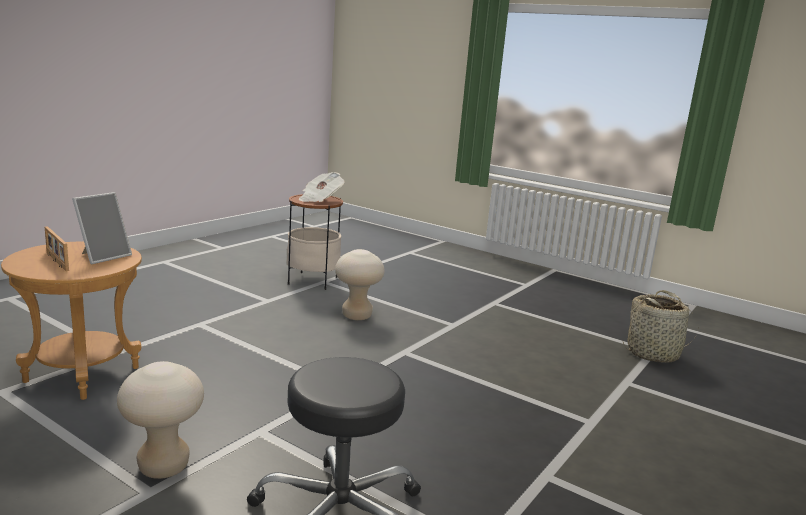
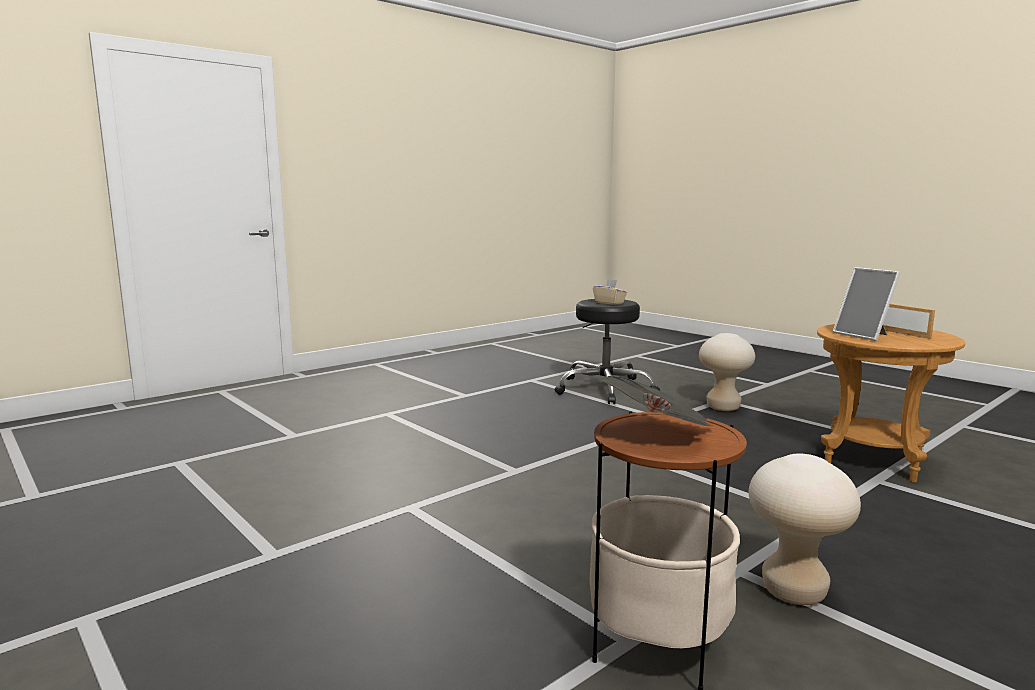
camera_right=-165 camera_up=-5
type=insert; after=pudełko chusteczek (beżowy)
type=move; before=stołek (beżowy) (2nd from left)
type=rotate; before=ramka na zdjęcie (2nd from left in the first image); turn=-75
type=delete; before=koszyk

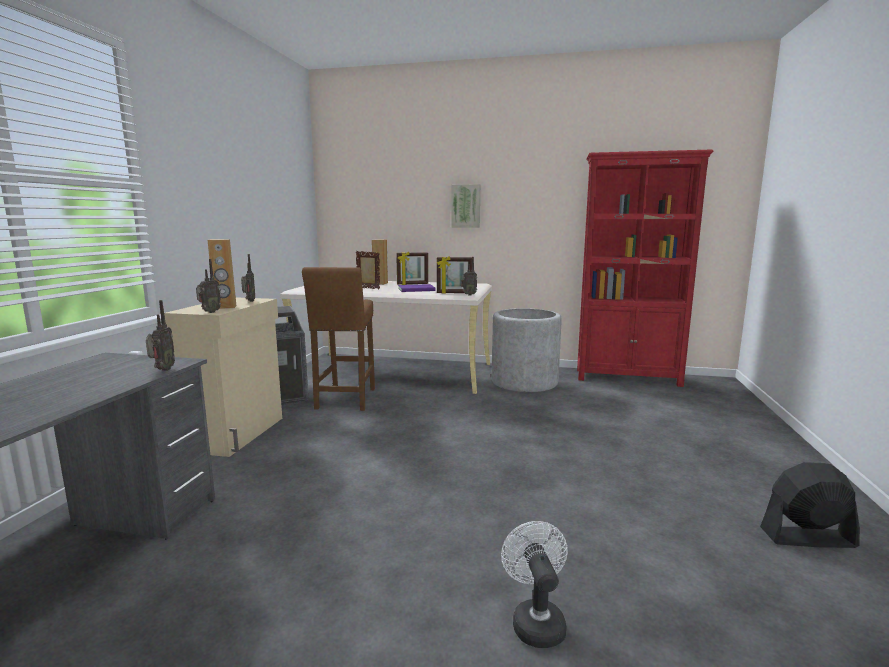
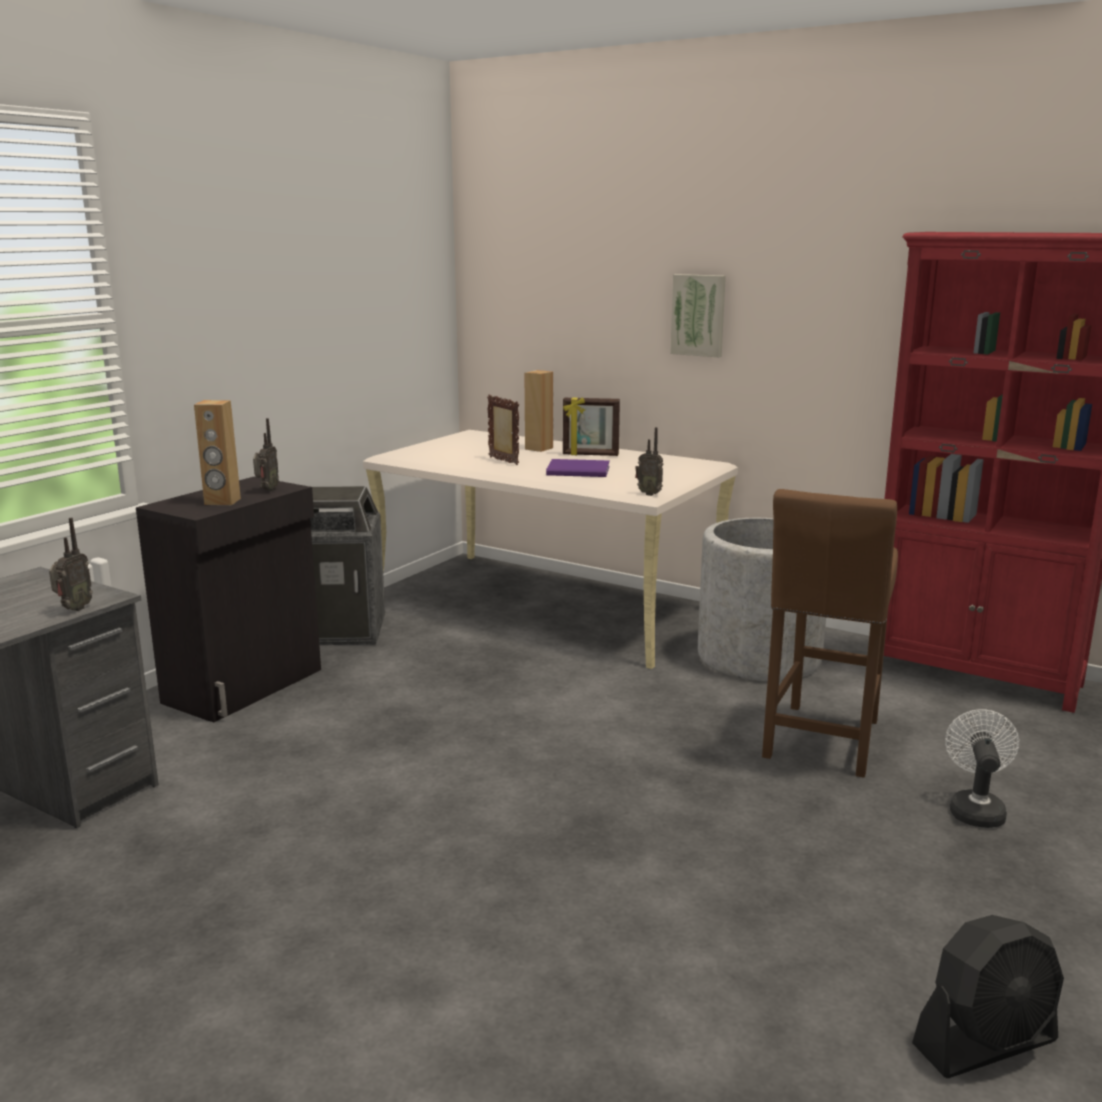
camera_right=20 camera_up=5
type=recolor; before=szafka (beżowy); after=szafka (czarny)
type=move; before=stołek (brązowy)
type=rotate; before=wentylator (czarny); turn=135
type=move; before=wentylator (biały)
type=delete; before=radio (2nd from left)
type=delete; before=ramka na zdjęcie (3rd from left)

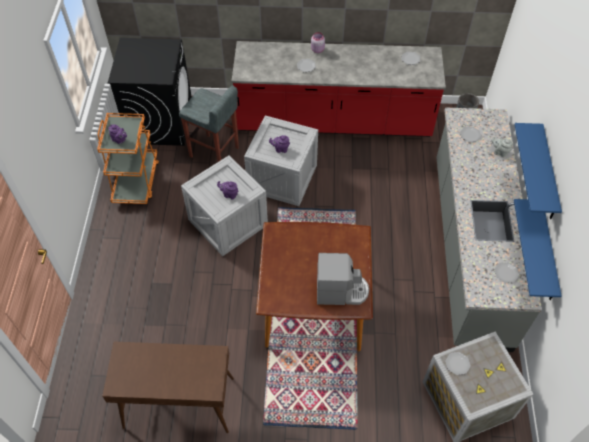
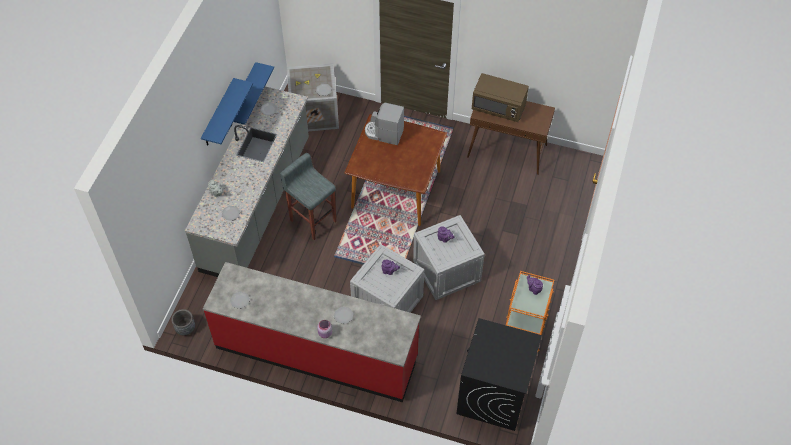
camera_right=-165 camera_up=0
type=move; before=stołek (szary)
type=insert; after=mikrofalówka (brązowy)

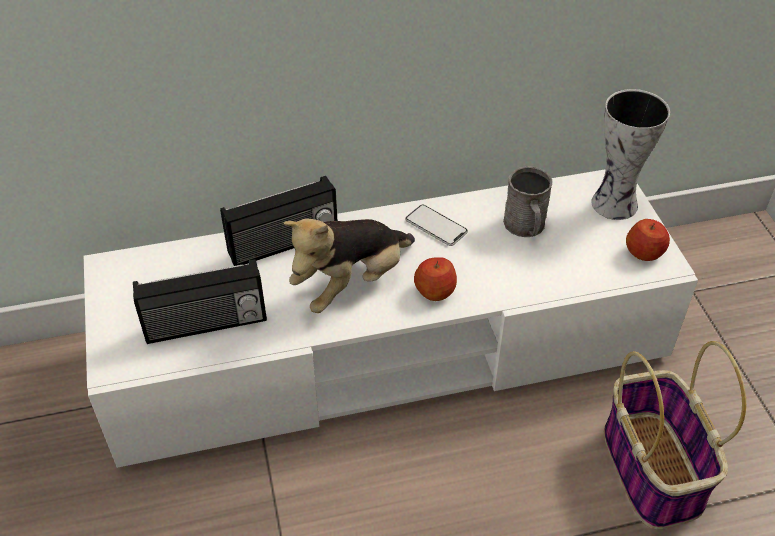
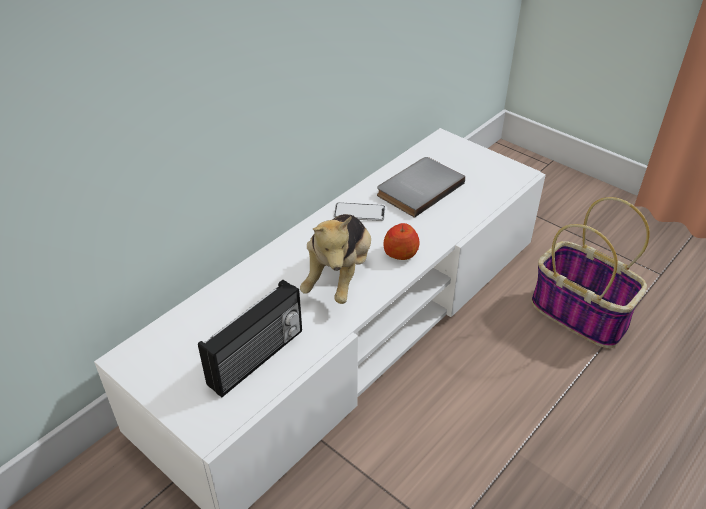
camera_right=-35 camera_up=-5
type=replace; before=kubek (szary); after=książka (szary)
type=delete; before=radio (2nd from left)
type=delete; before=wazon
type=delete; before=jabłko (2nd from left)

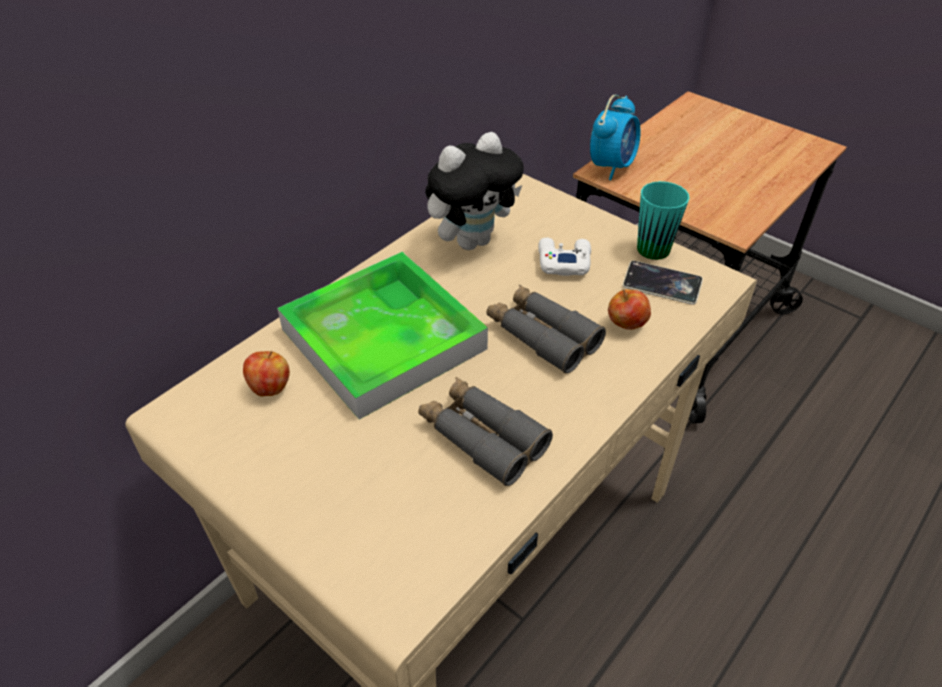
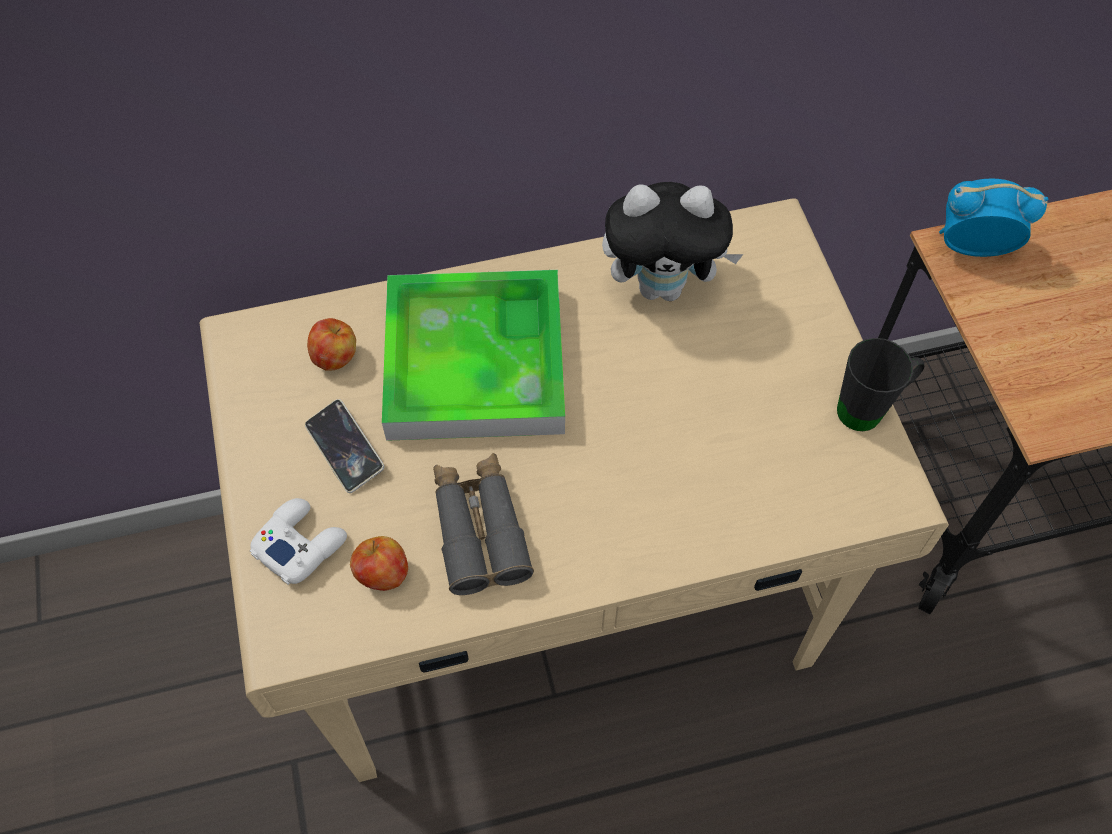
camera_right=35 camera_up=15
type=move; before=pad do gier (biały)
type=move; before=telefon
type=move; before=jabłko (2nd from left)
type=recolor; before=kubek (turkusowy); after=kubek (czarny)
type=rotate; before=budzik; turn=-150
type=delete; before=lornetka (szary) (2nd from left)

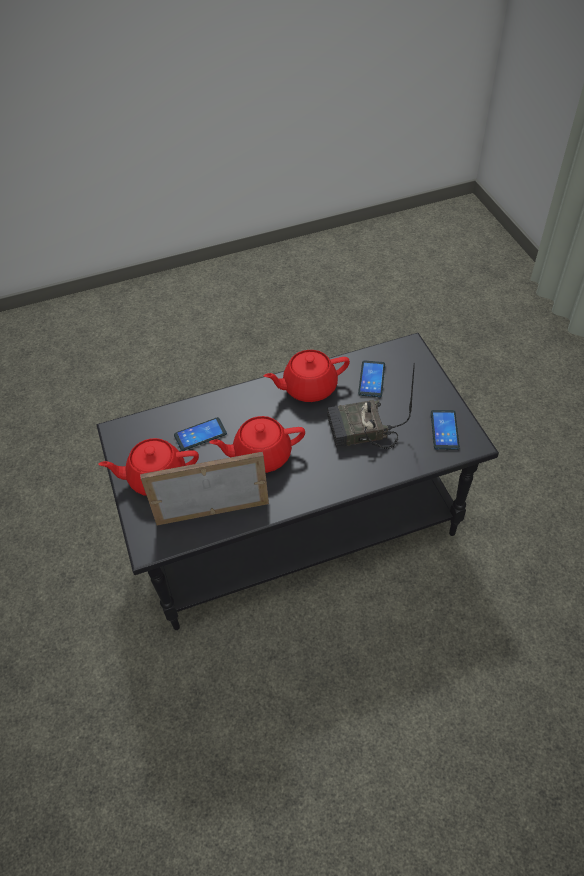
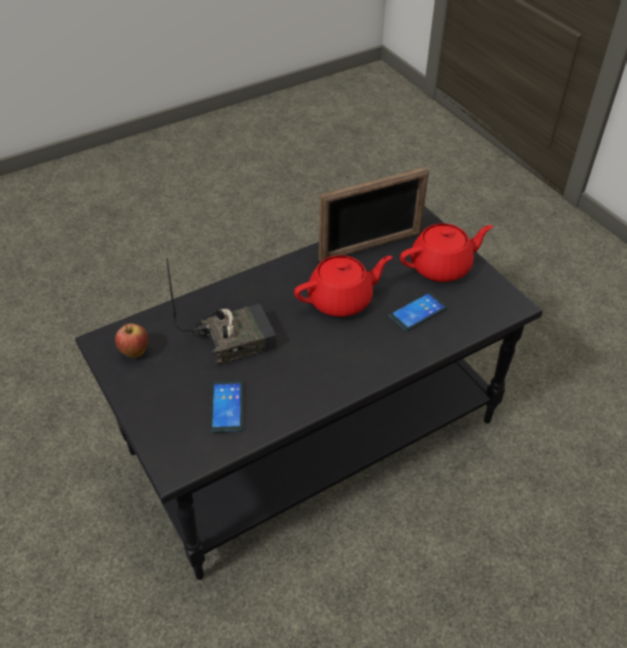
camera_right=165 camera_up=-5
type=replace; before=telefon (3rd from left); after=jabłko
type=delete; before=imbryk (czerwony) (3rd from left)

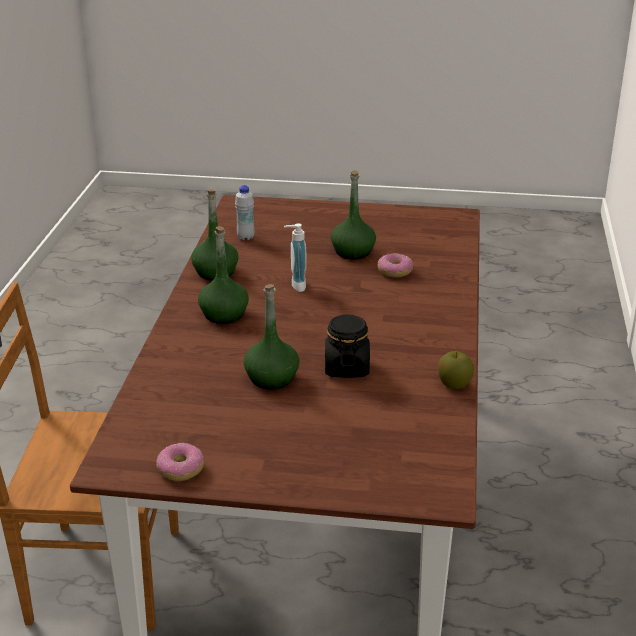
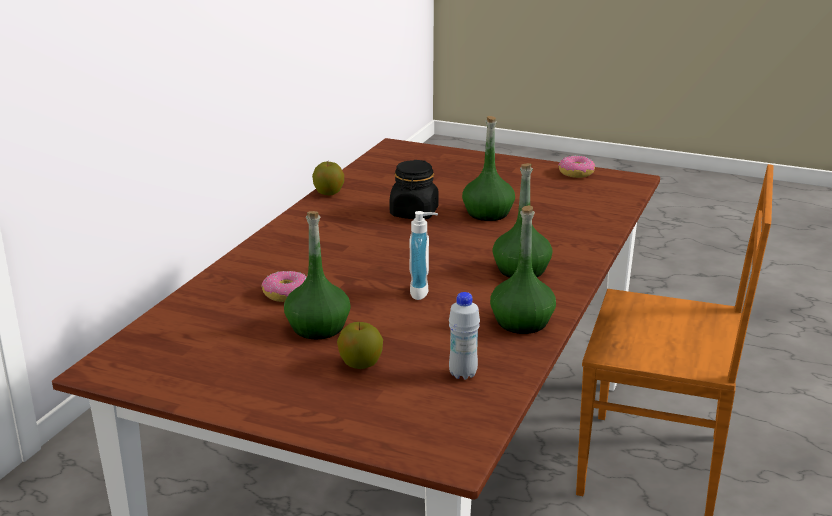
camera_right=-165 camera_up=-5
type=insert; after=jabłko (2nd from left)

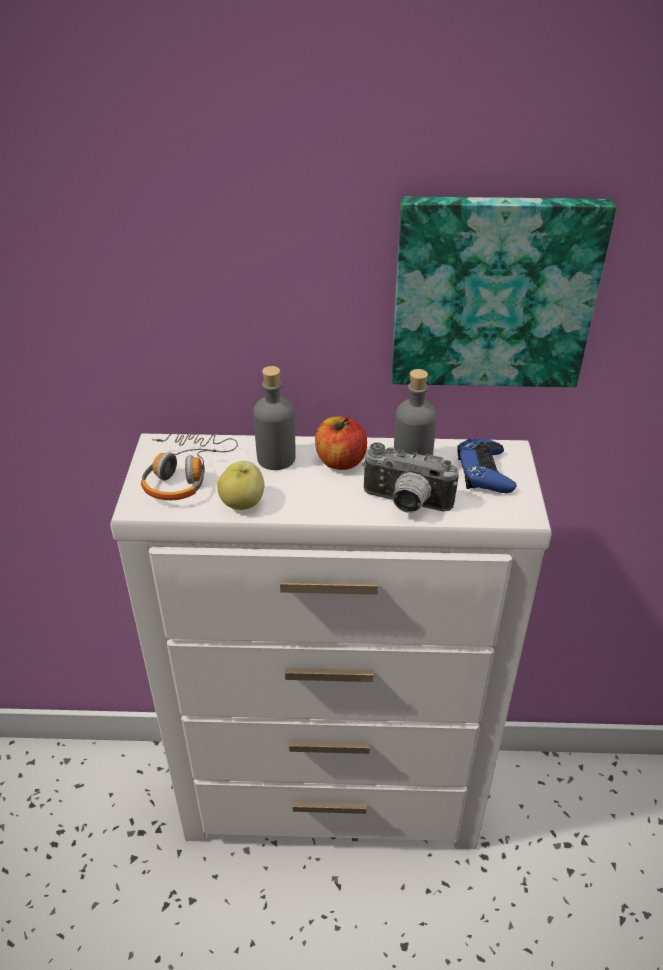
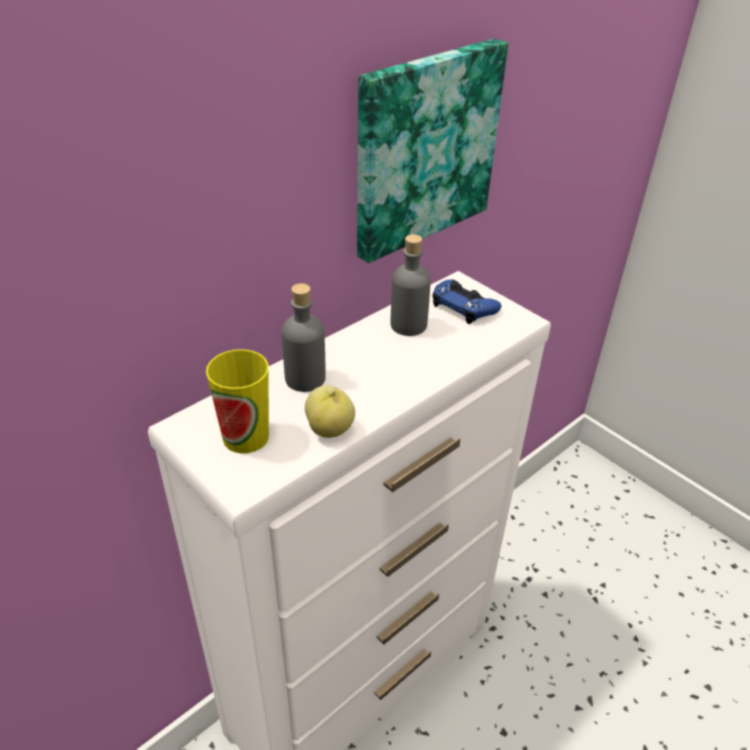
camera_right=-45 camera_up=0
type=replace; before=słuchawki; after=filiżanka
type=delete; before=jabłko (2nd from left)
type=delete; before=aparat fotograficzny

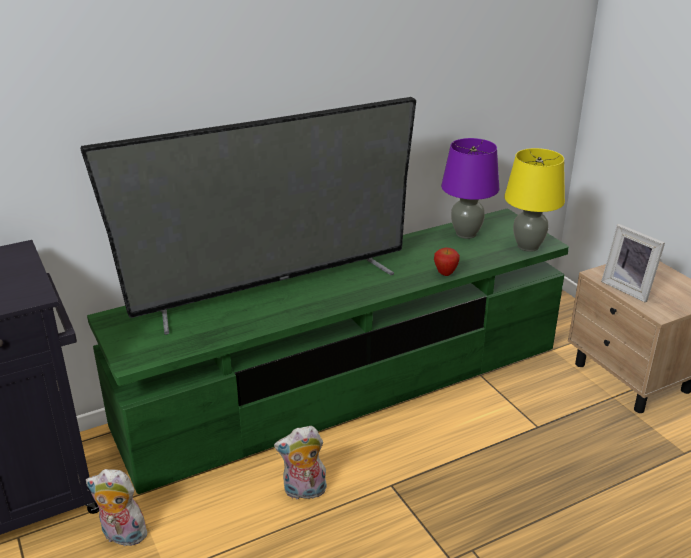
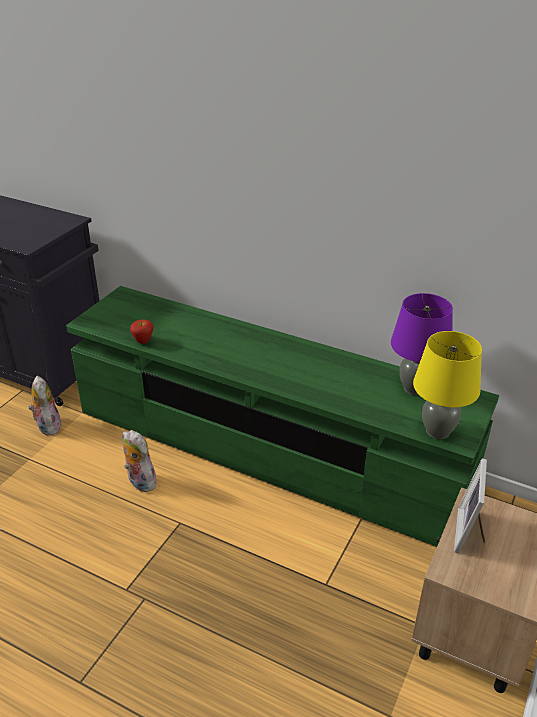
camera_right=55 camera_up=5
type=move; before=jabłko
type=delete; before=telewizor

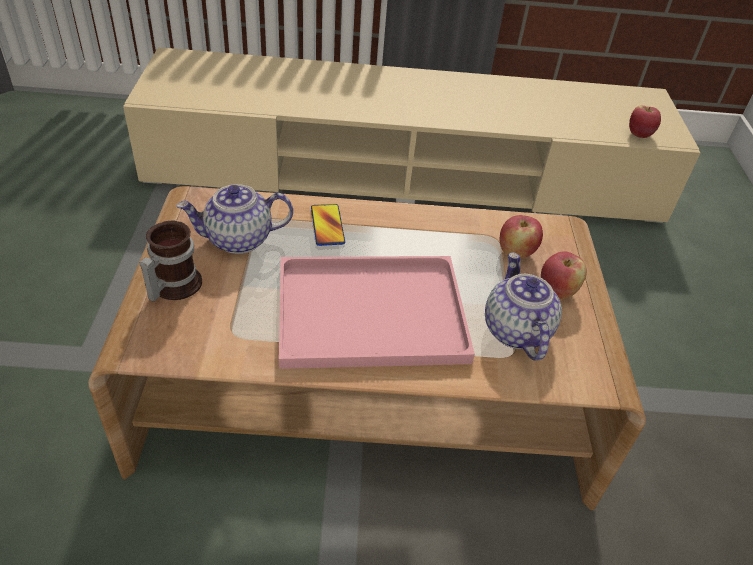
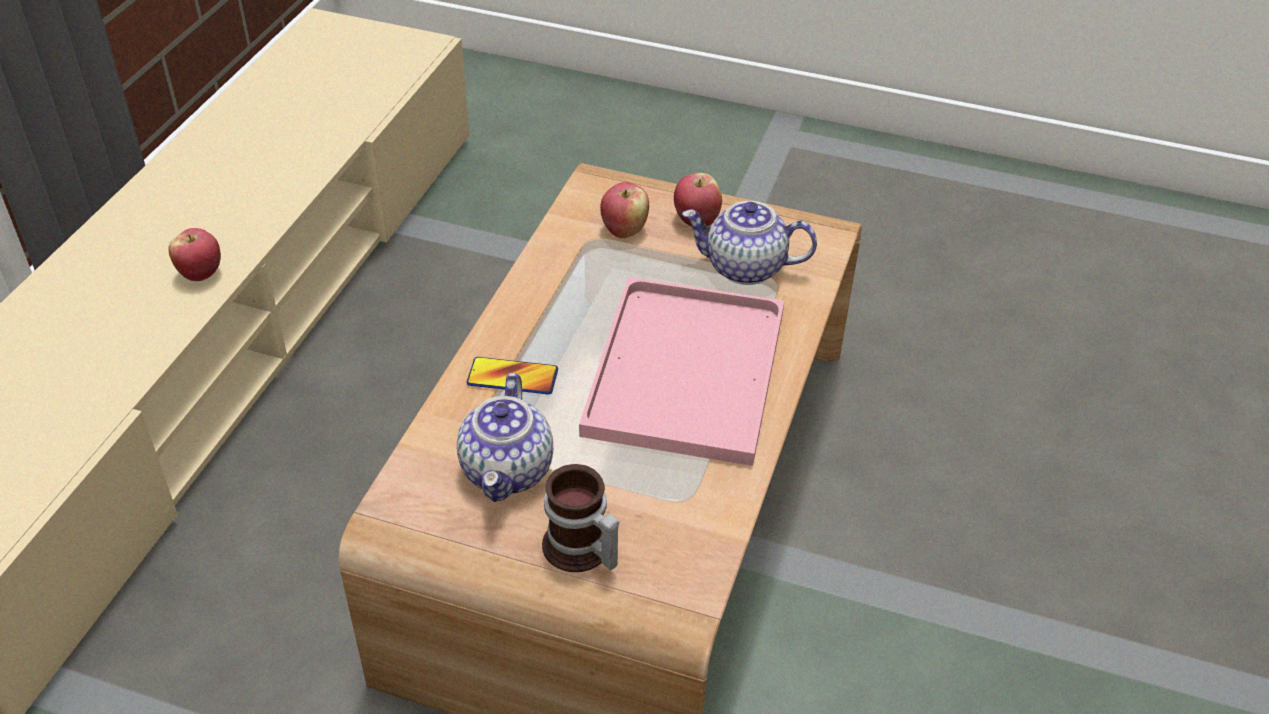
camera_right=-70 camera_up=0
type=move; before=jabłko (3rd from left in the first image); after=jabłko (1st from left)

